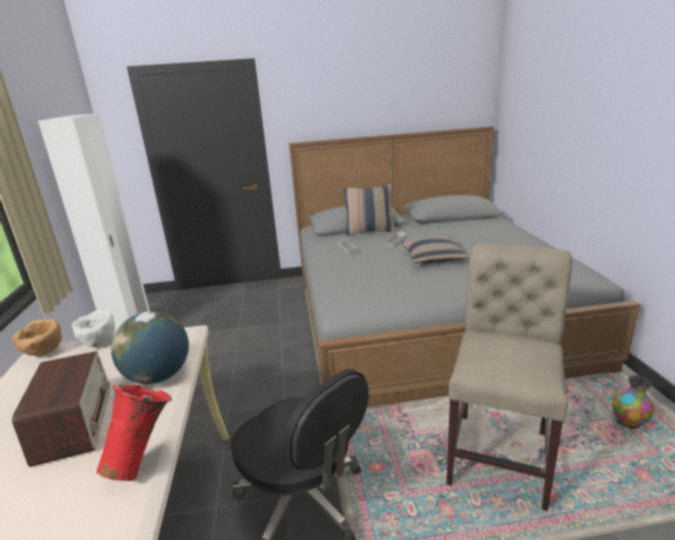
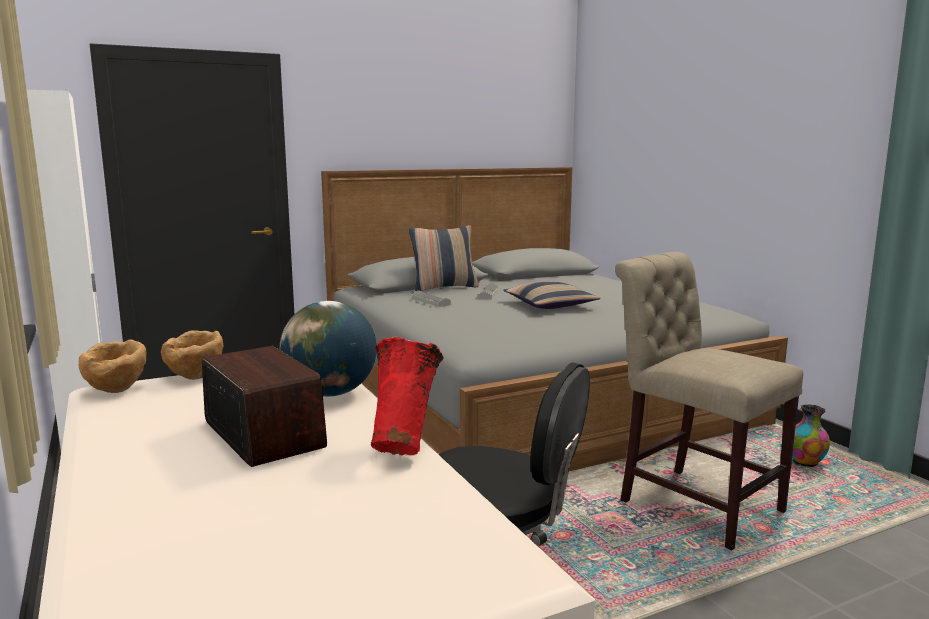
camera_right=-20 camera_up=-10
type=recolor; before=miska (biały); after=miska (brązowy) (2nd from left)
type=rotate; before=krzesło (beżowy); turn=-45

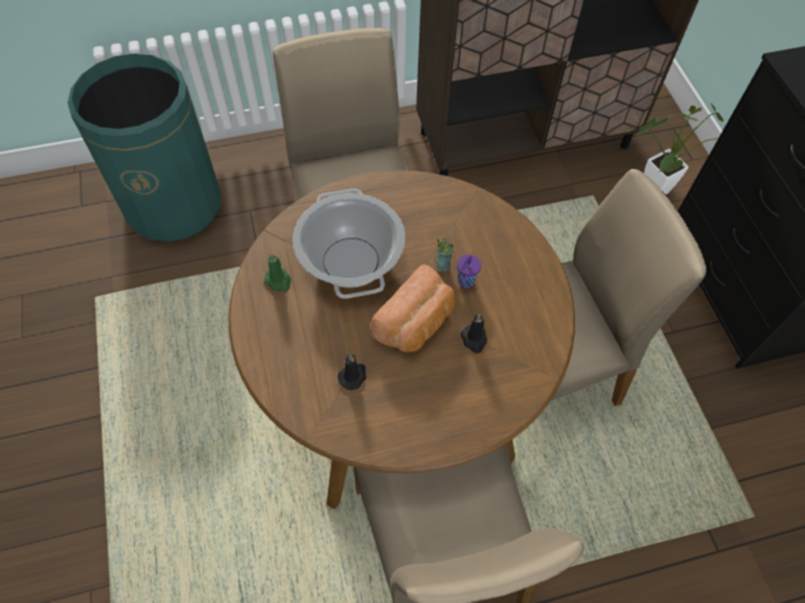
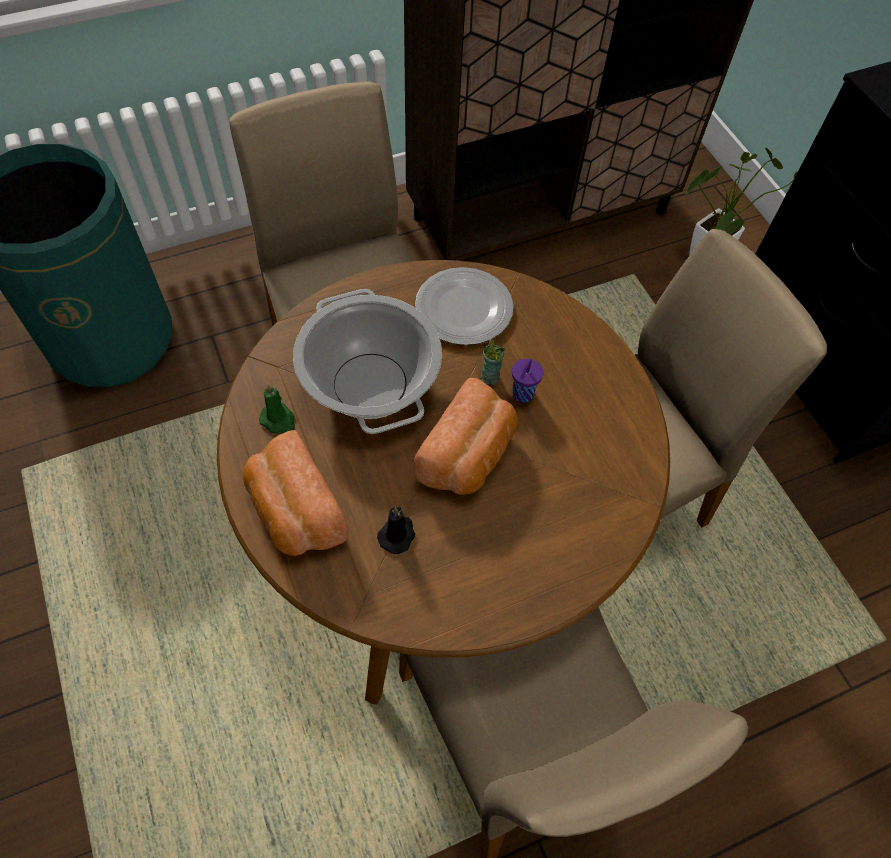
camera_right=-10 camera_up=0
type=insert; after=chleb (1st from left)
type=insert; after=talerz
type=delete; before=świeca (czarny) (2nd from left)

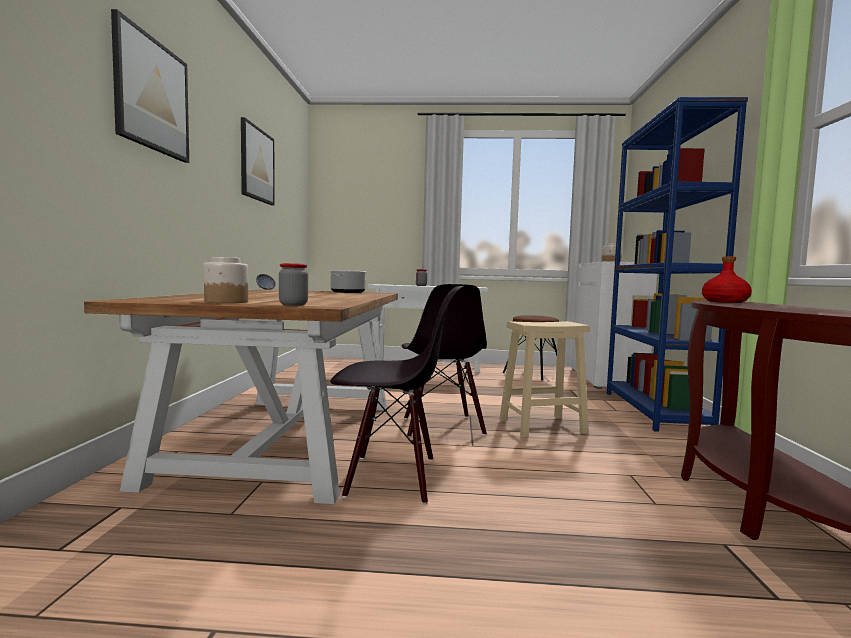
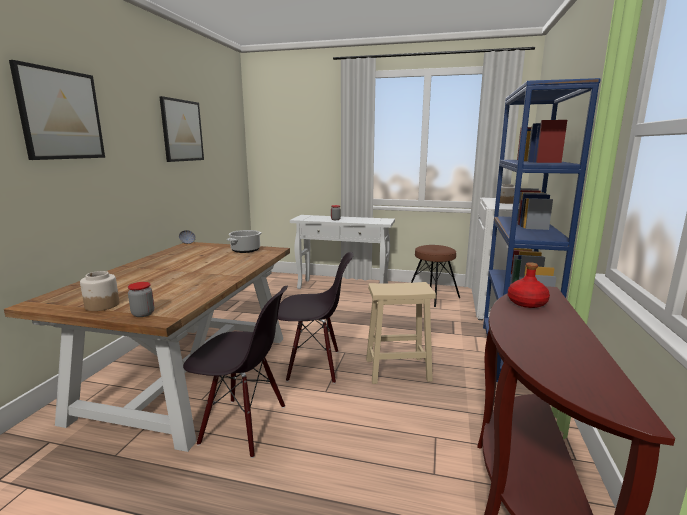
camera_right=10 camera_up=10
type=rotate; before=krzesło (czarny) (2nd from left); turn=-90

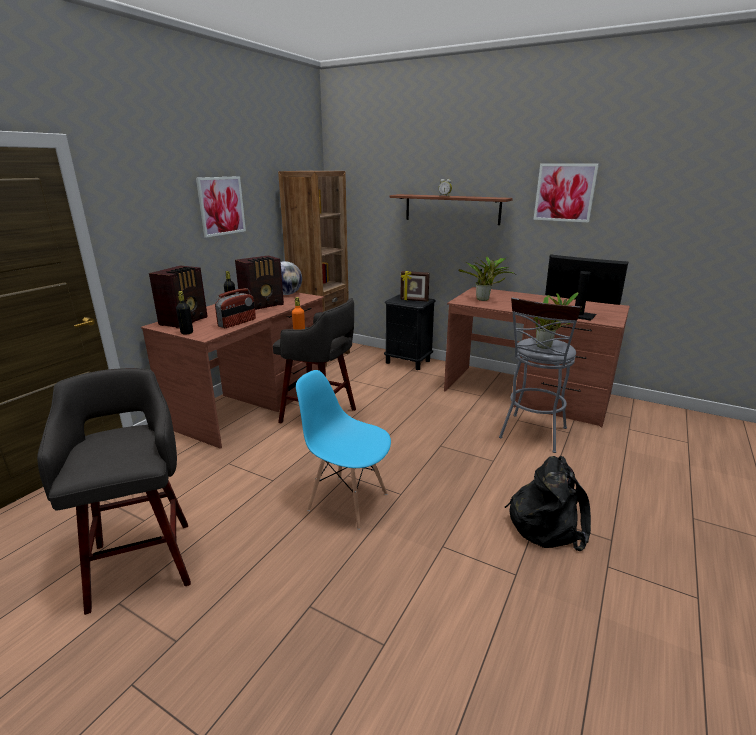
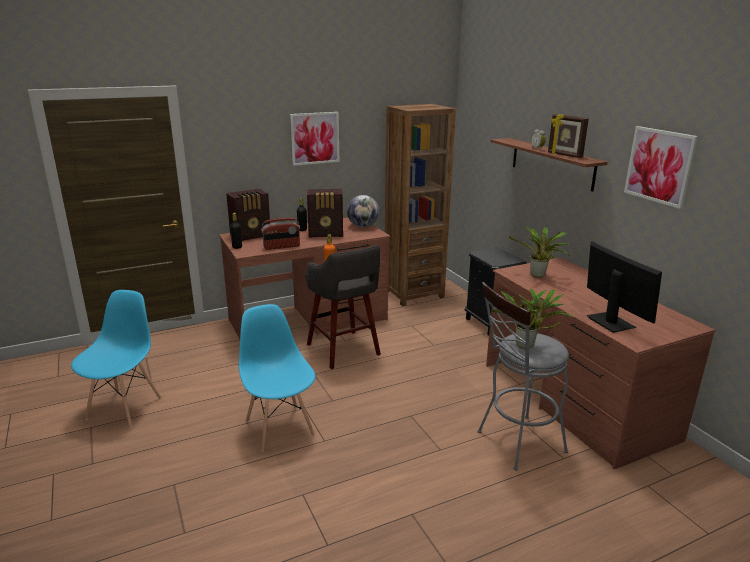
camera_right=35 camera_up=0
type=replace; before=stołek (szary) (1st from left); after=krzesło (niebieski) (1st from left)
type=move; before=ramka na zdjęcie
type=delete; before=plecak (czarny)

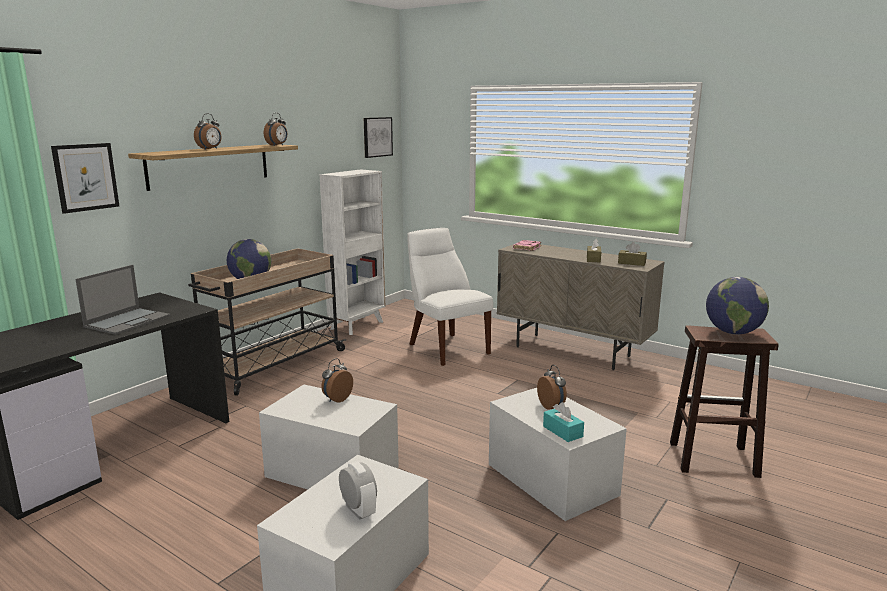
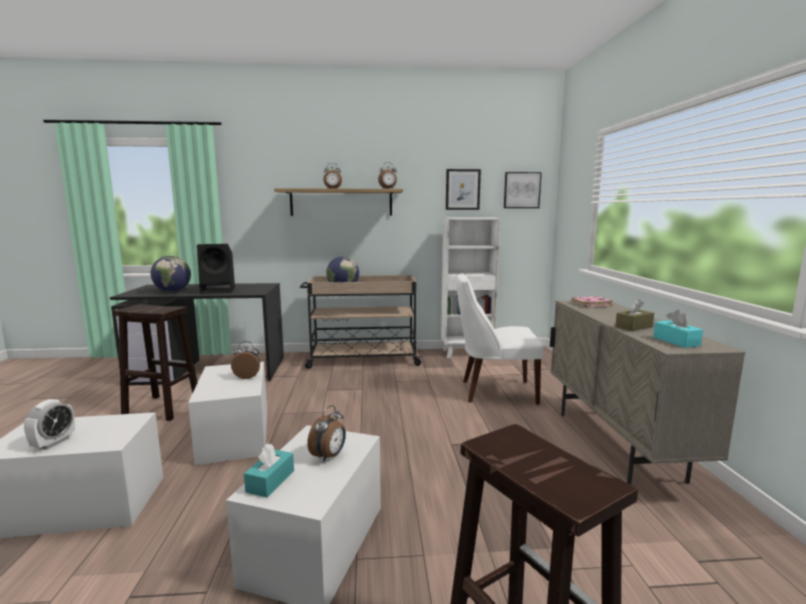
camera_right=50 camera_up=-5
type=insert; after=stołek (brązowy) (1st from left)
type=move; before=globus (2nd from left in the first image); after=globus (1st from left)
type=replace; before=laptop; after=głośnik (czarny)
type=move; before=obraz (1st from left)
type=rotate; before=krzesło (biały); turn=-105
type=recolor; before=pudełko chusteczek (brązowy) (2nd from left); after=pudełko chusteczek (turkusowy) (2nd from left)

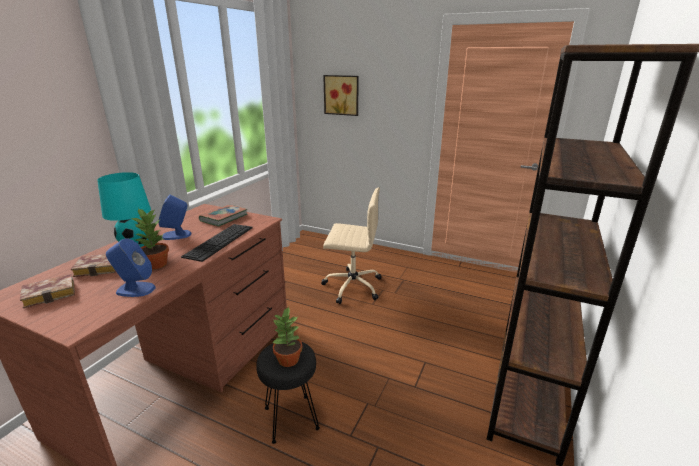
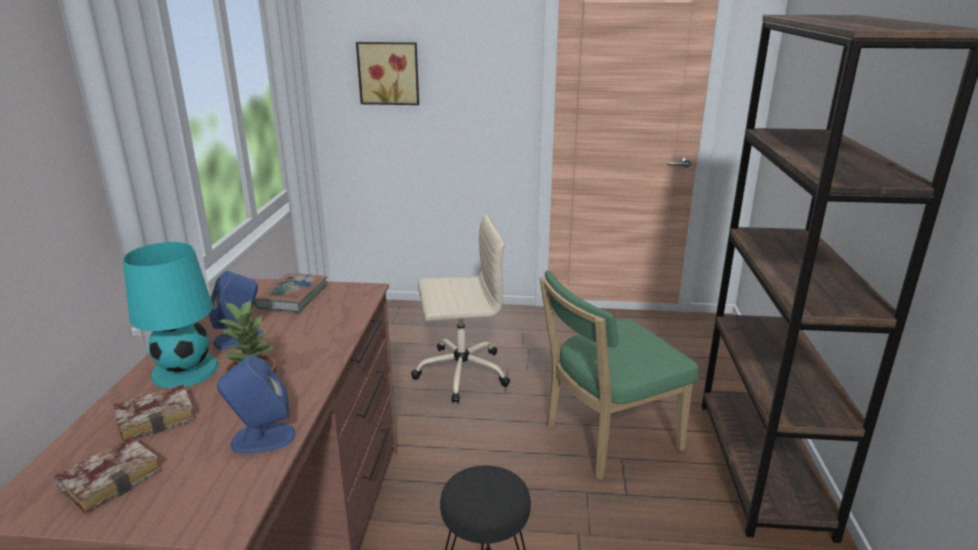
camera_right=-20 camera_up=0
type=insert; after=krzesło (zielony)
type=delete; before=klawiatura
type=delete; before=roślina doniczkowa (2nd from left)

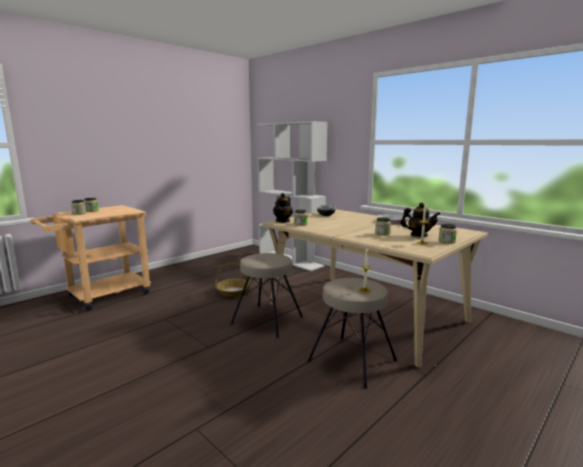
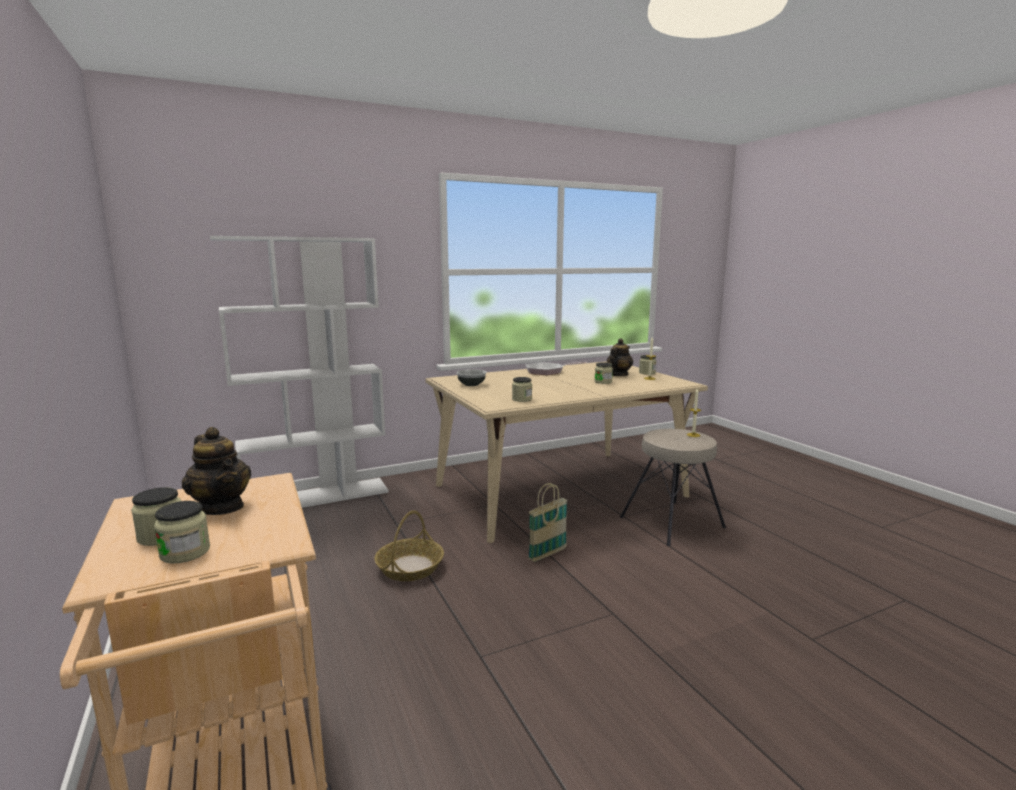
camera_right=-70 camera_up=0
type=move; before=imbryk (1st from left)
type=replace; before=stołek (beżowy) (1st from left); after=koszyk (2nd from left)

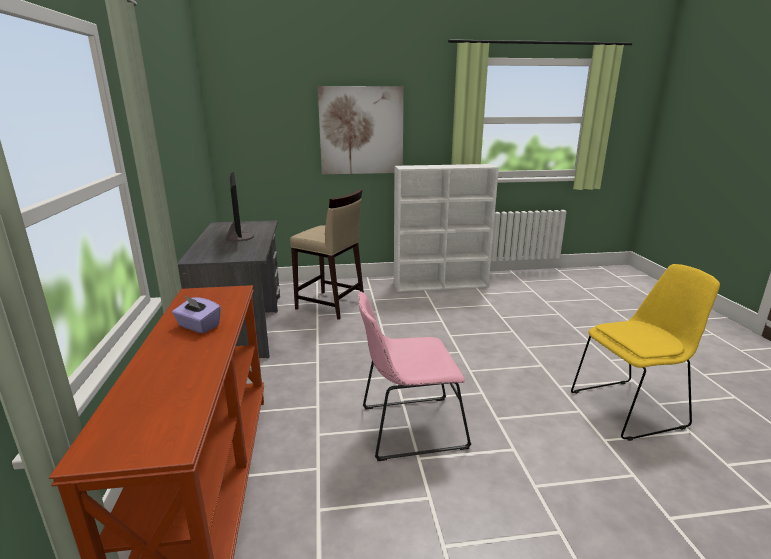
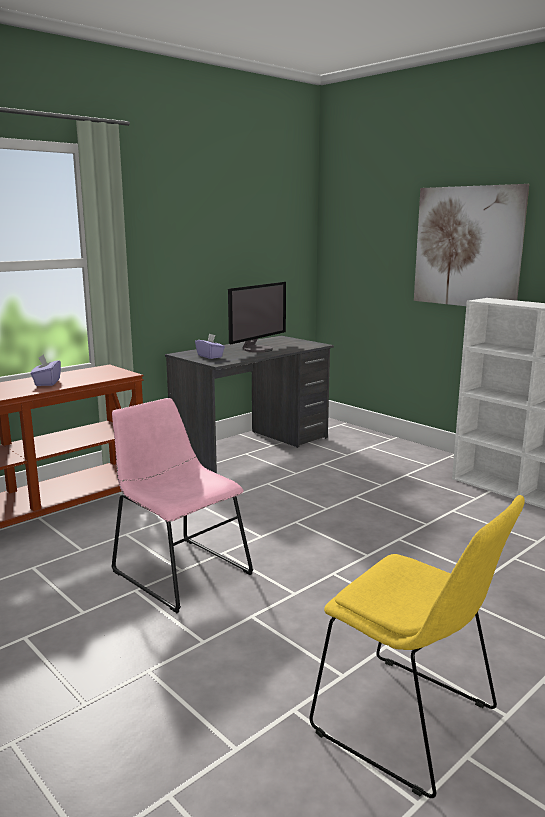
camera_right=55 camera_up=-5
type=insert; after=pudełko chusteczek (fioletowy) (2nd from left)
type=delete; before=stołek (beżowy)

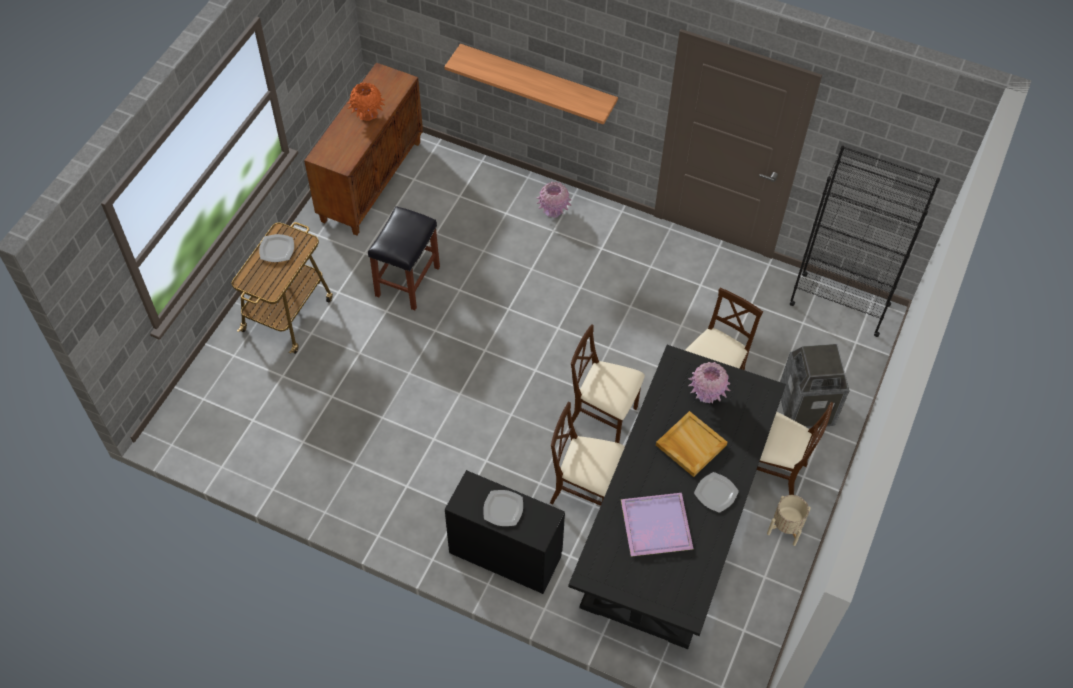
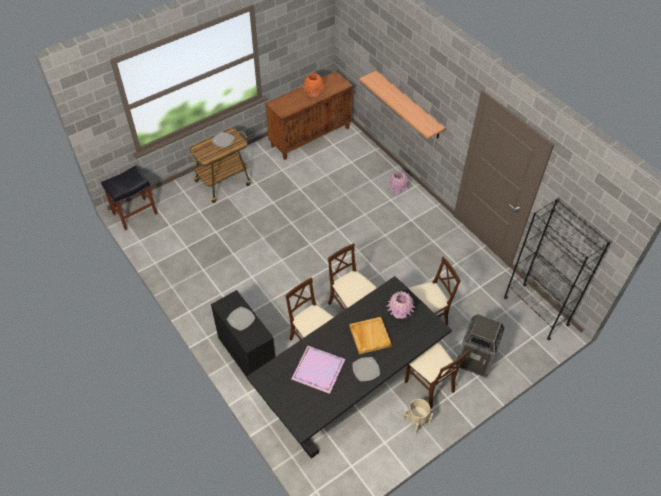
camera_right=30 camera_up=-5
type=move; before=stołek (czarny)

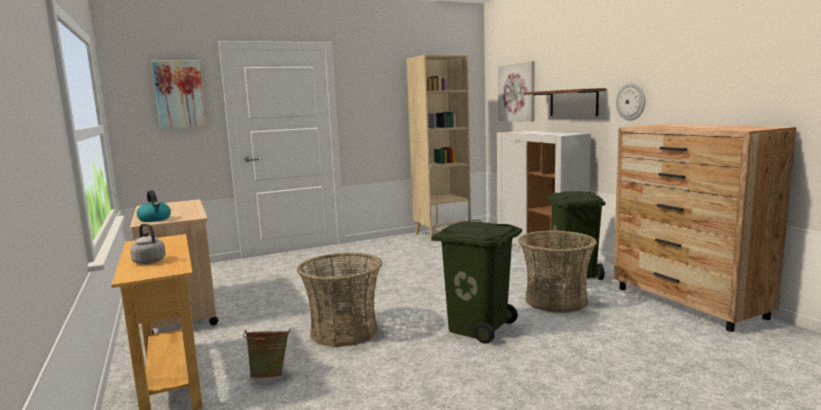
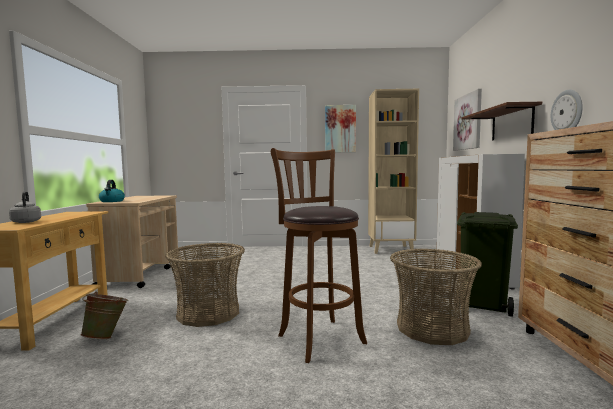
camera_right=25 camera_up=-5
type=replace; before=kosz na śmieci (zielony) (1st from left); after=stołek (brązowy)
type=move; before=obraz (1st from left)

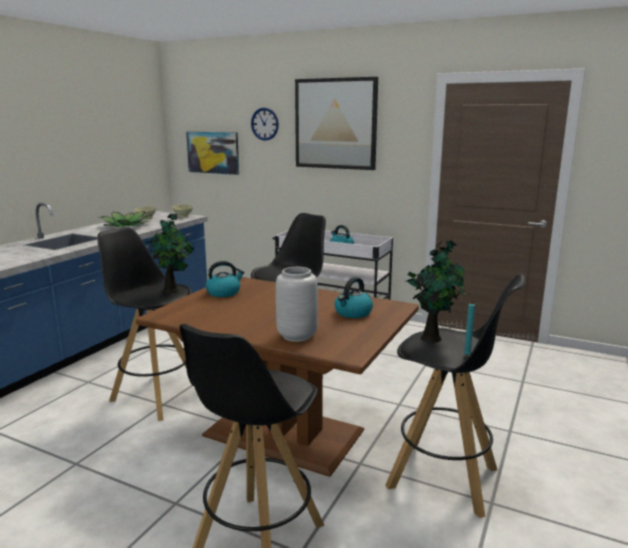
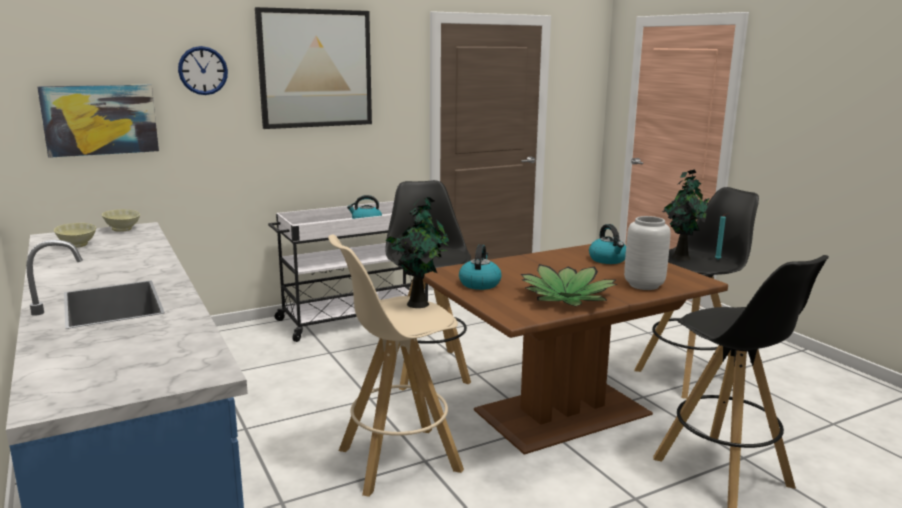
camera_right=-55 camera_up=0
type=recolor; before=stołek (czarny) (1st from left); after=stołek (beżowy)
type=move; before=roślina doniczkowa (1st from left in the first image); after=roślina doniczkowa (2nd from left)

